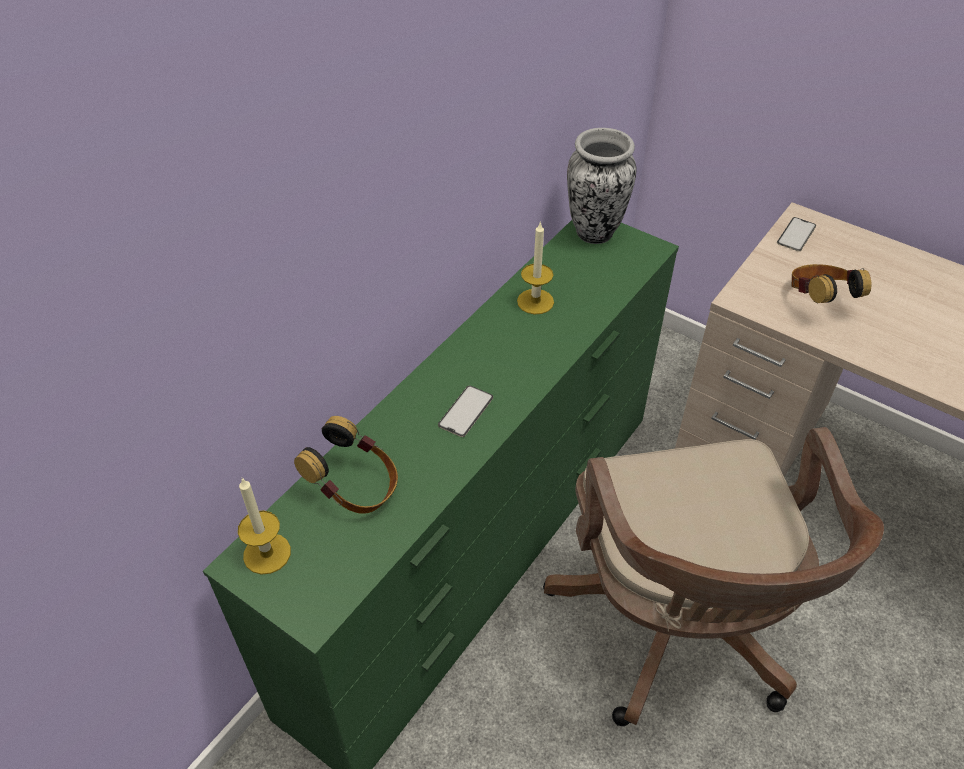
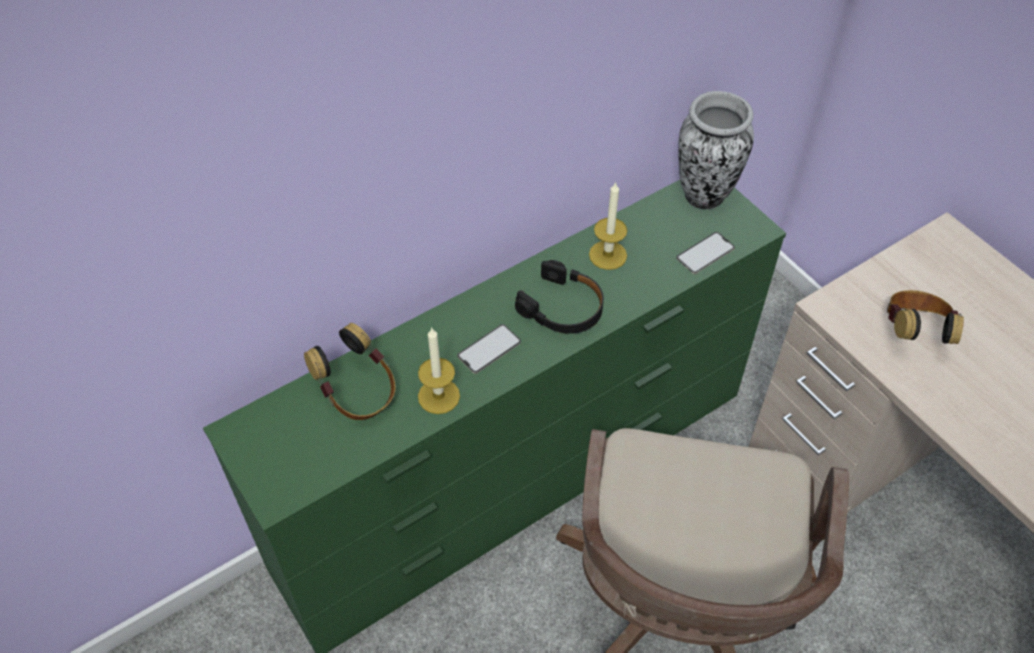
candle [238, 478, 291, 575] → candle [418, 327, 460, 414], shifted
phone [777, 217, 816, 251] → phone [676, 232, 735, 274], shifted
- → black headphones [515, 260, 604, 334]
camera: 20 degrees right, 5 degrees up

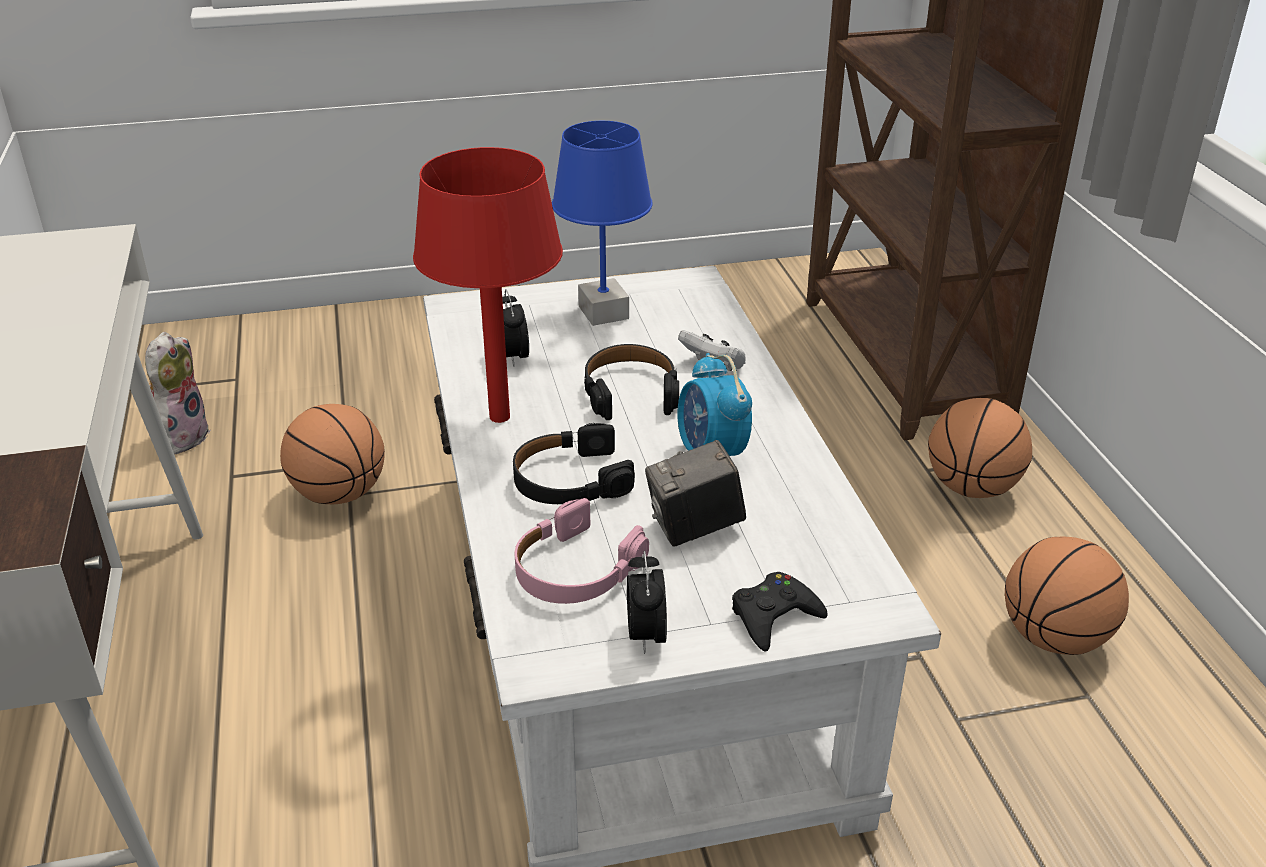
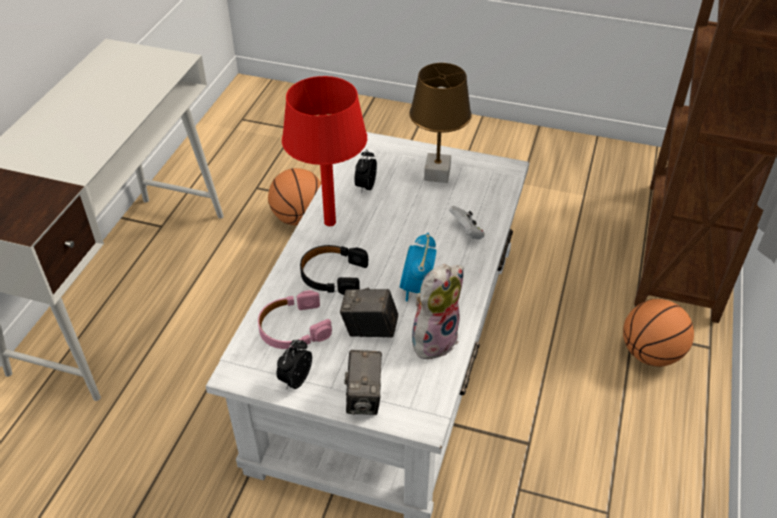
plush toy [145, 332, 211, 454] → plush toy [412, 264, 464, 361], shifted
blue table lamp [552, 121, 653, 326] → brown table lamp [409, 63, 472, 183]
black headphones [584, 344, 679, 420] → -
black game controller [732, 572, 828, 652] → photo camera [344, 350, 382, 415]
basketball [1005, 537, 1129, 655] → -
camera: 30 degrees right, 10 degrees up

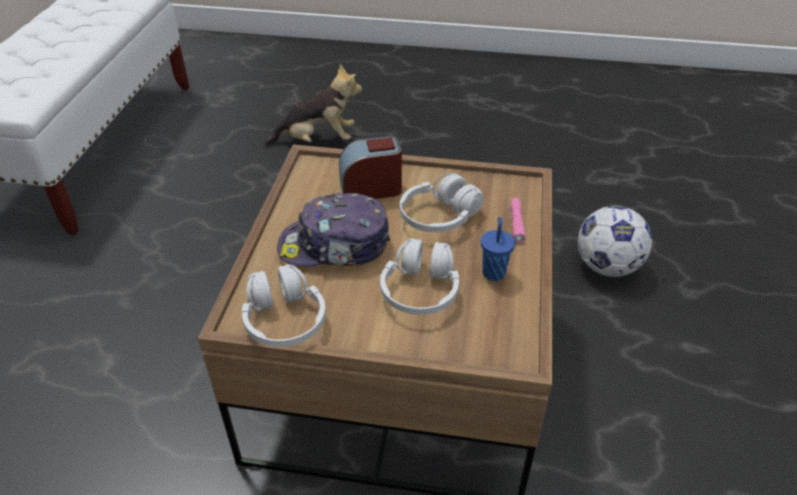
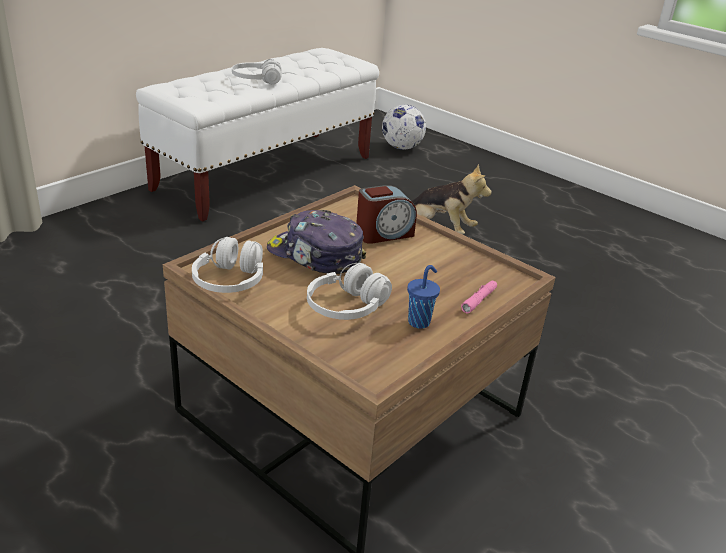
alarm clock [339, 136, 402, 199] → alarm clock [356, 185, 417, 244], 135 degrees clockwise
white headphones [400, 173, 484, 232] → white headphones [232, 59, 282, 84], shifted
football [578, 205, 652, 277] → football [382, 105, 426, 150], shifted
camera: 30 degrees right, 10 degrees down

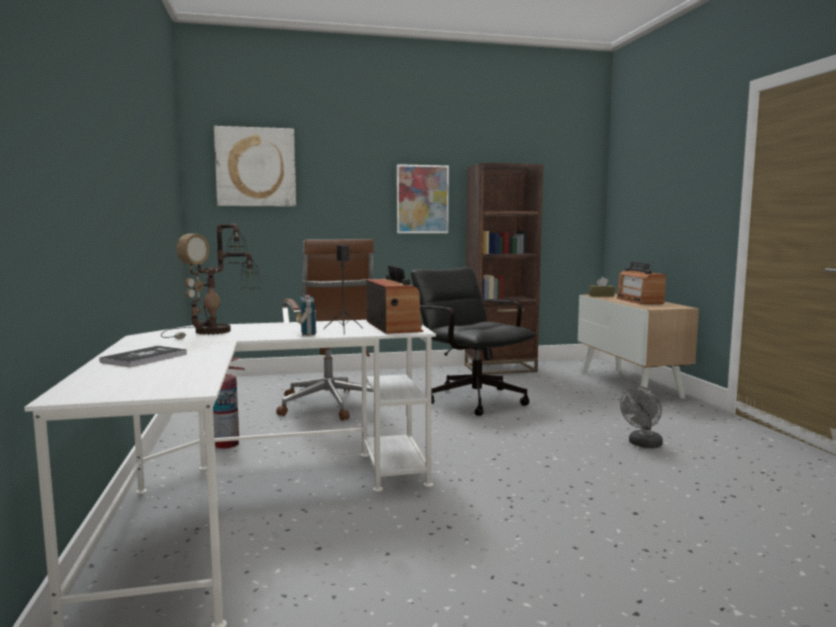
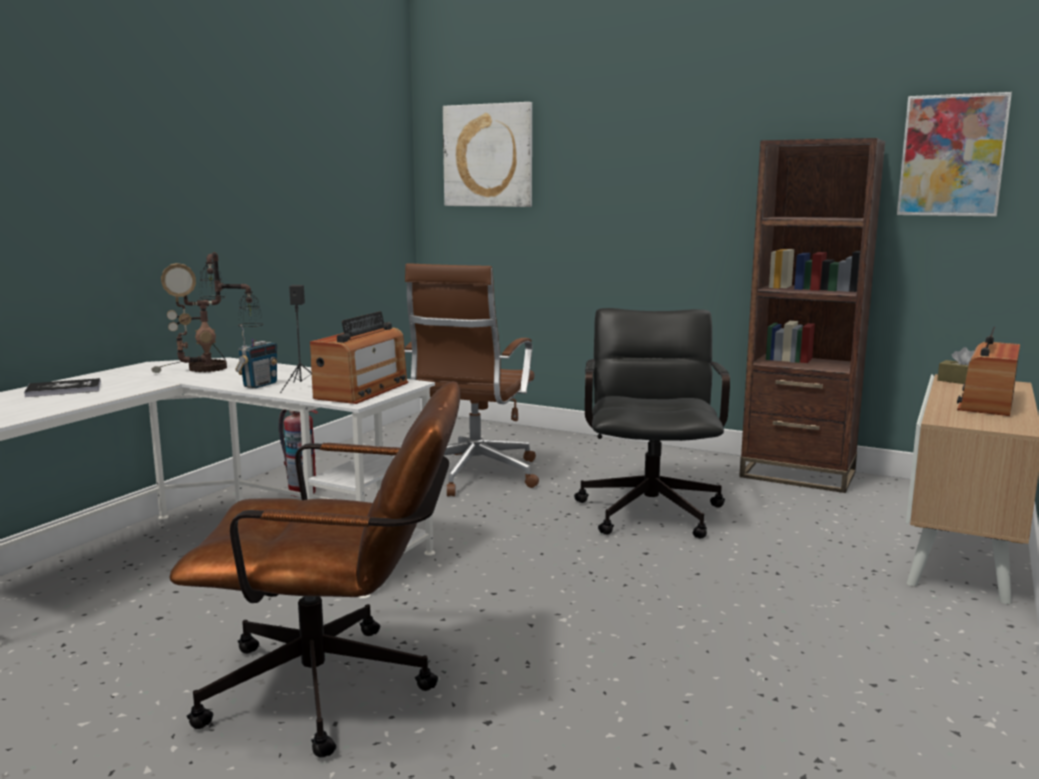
picture [397, 164, 449, 233] → picture [897, 92, 1012, 217], shifted
grey fan [620, 386, 663, 448] → -
- → brown office chair [169, 381, 461, 758]
camera: 40 degrees right, 5 degrees up

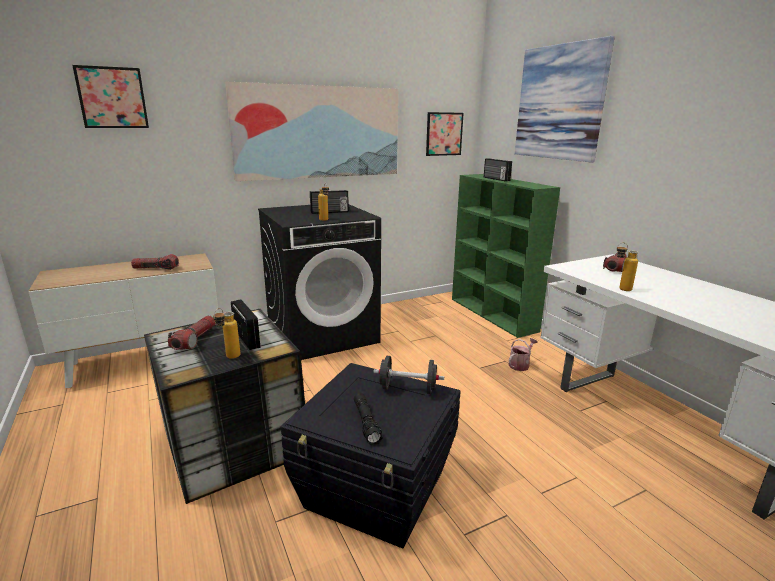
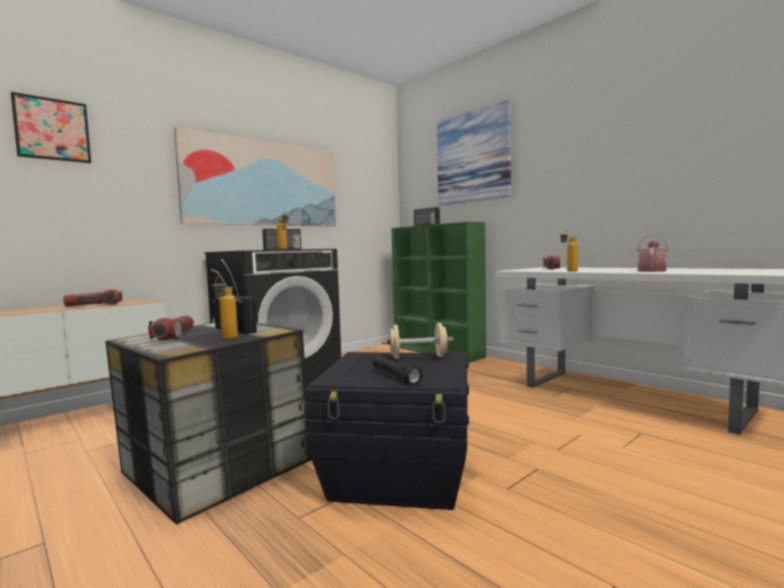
black dumbbell [373, 356, 444, 394] → beige dumbbell [382, 323, 454, 359]
picture [426, 112, 464, 156] → -
watering can [509, 338, 538, 371] → watering can [637, 235, 668, 272], shifted
camera: 15 degrees left, 15 degrees down

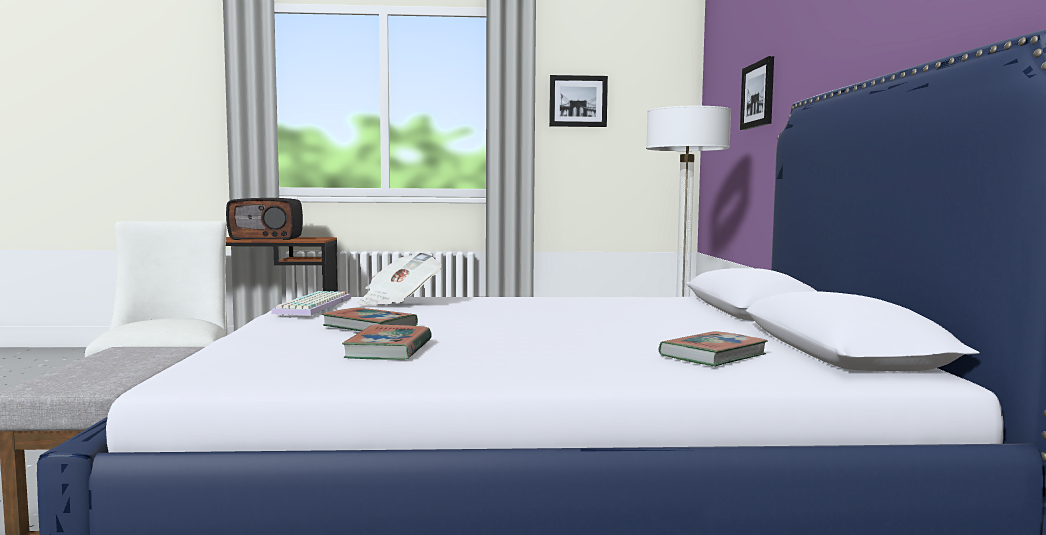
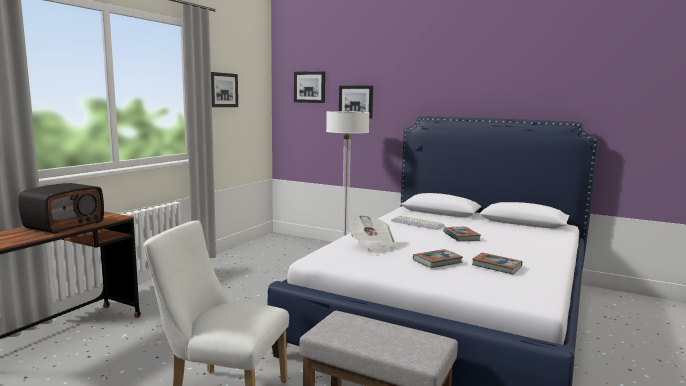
keyboard [271, 291, 351, 315] → keyboard [391, 216, 444, 230], shifted
book [659, 331, 768, 366] → book [443, 227, 481, 242], shifted
- → picture [294, 71, 325, 103]
camera: 60 degrees left, 5 degrees up

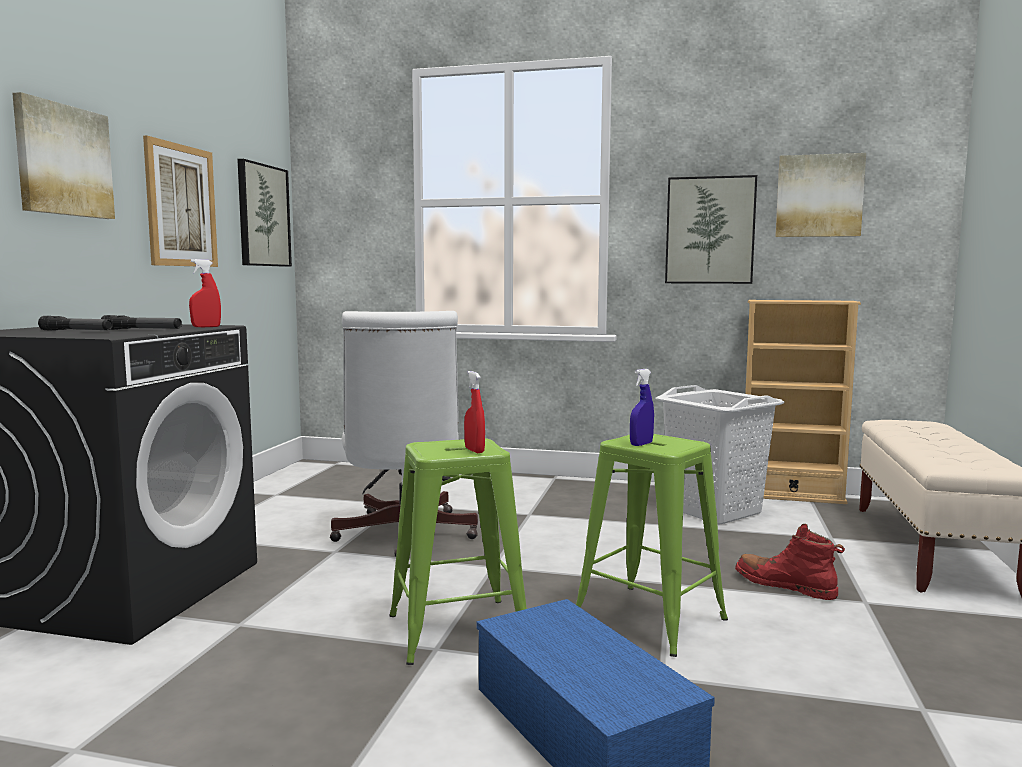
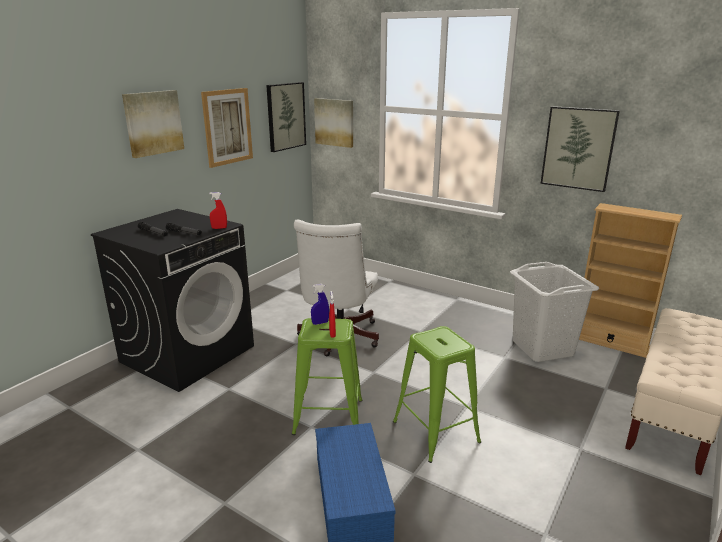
blue spray bottle [630, 369, 654, 446] → blue spray bottle [311, 284, 329, 325], shifted
red boot [735, 524, 845, 600] → -
picture [775, 153, 866, 237] → picture [314, 98, 353, 148], shifted
camera: 20 degrees right, 15 degrees up

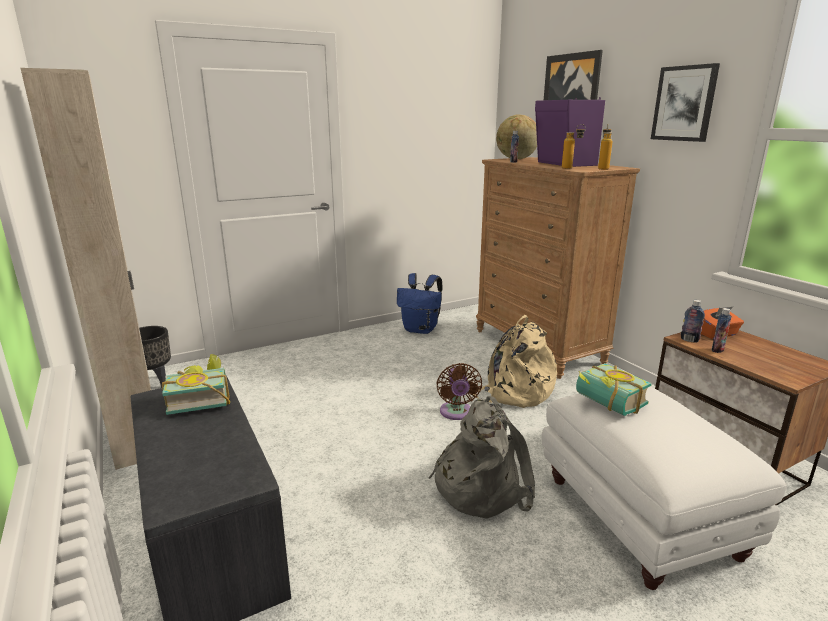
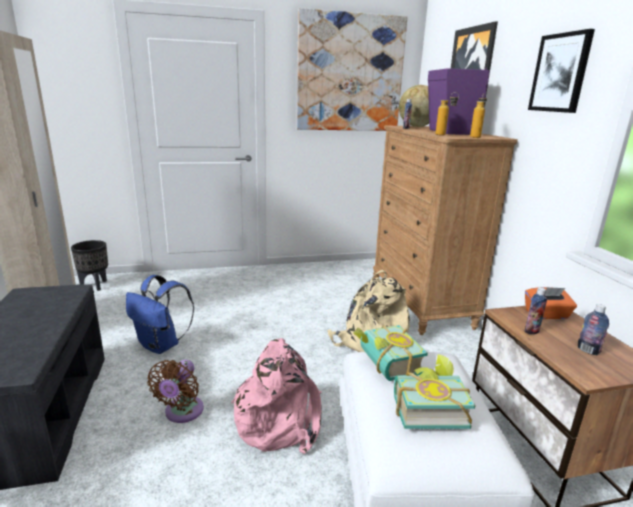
book [162, 354, 230, 415] → book [394, 354, 476, 429], shifted
blue backpack [397, 273, 442, 334] → blue backpack [126, 275, 194, 354], shifted
grey backpack [428, 396, 535, 519] → pink backpack [231, 338, 322, 454]
brown fan [436, 363, 482, 420] → brown fan [147, 360, 204, 423], shifted
bottle [681, 300, 705, 343] → bottle [578, 304, 609, 355], shifted
- → picture [297, 8, 407, 131]
camera: 15 degrees right, 0 degrees up

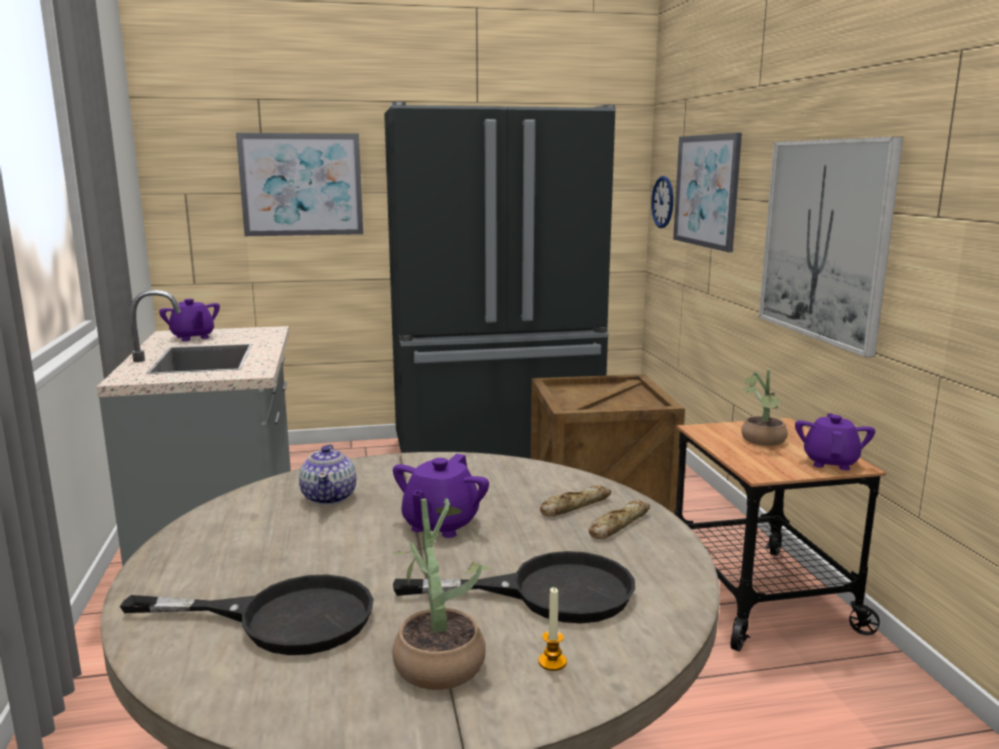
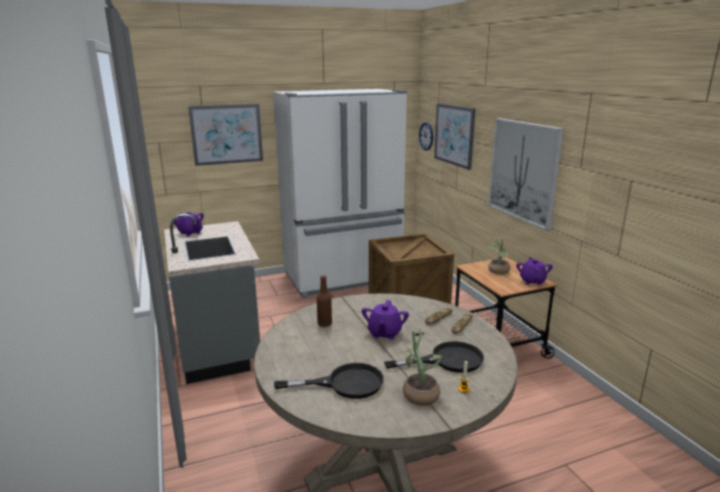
teapot [299, 444, 356, 505] → brown bottle [317, 275, 332, 327]
black fridge [384, 102, 616, 459] → white fridge [273, 89, 407, 298]
camera: 10 degrees left, 5 degrees up

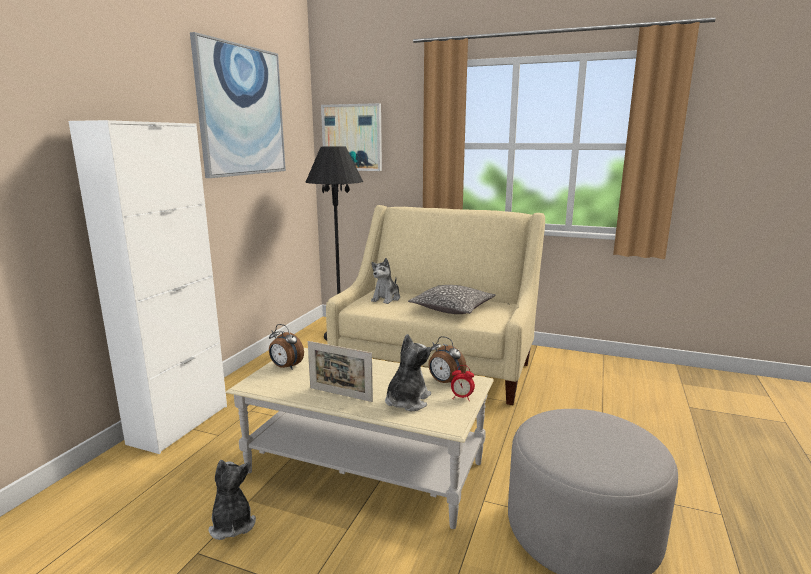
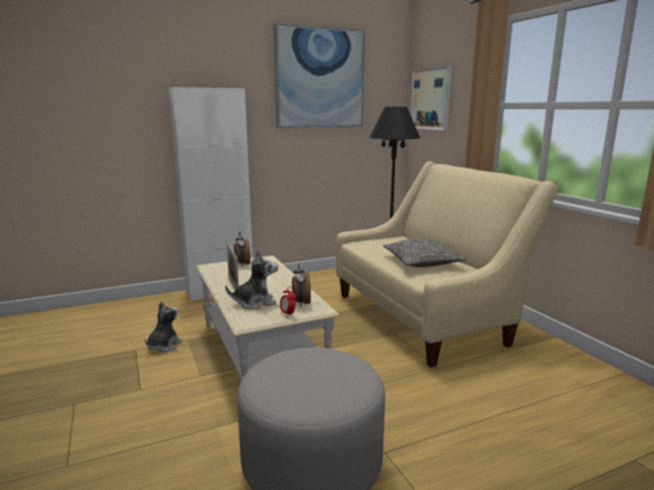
plush toy [371, 258, 400, 304] → -
camera: 45 degrees right, 0 degrees up

